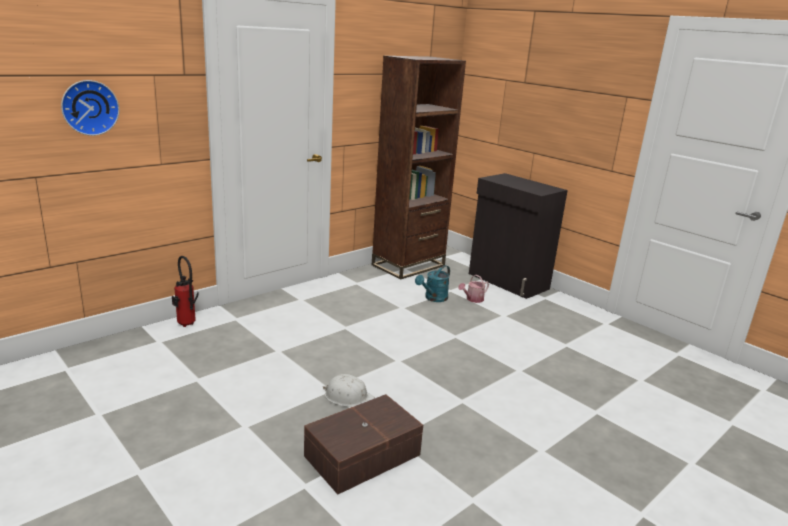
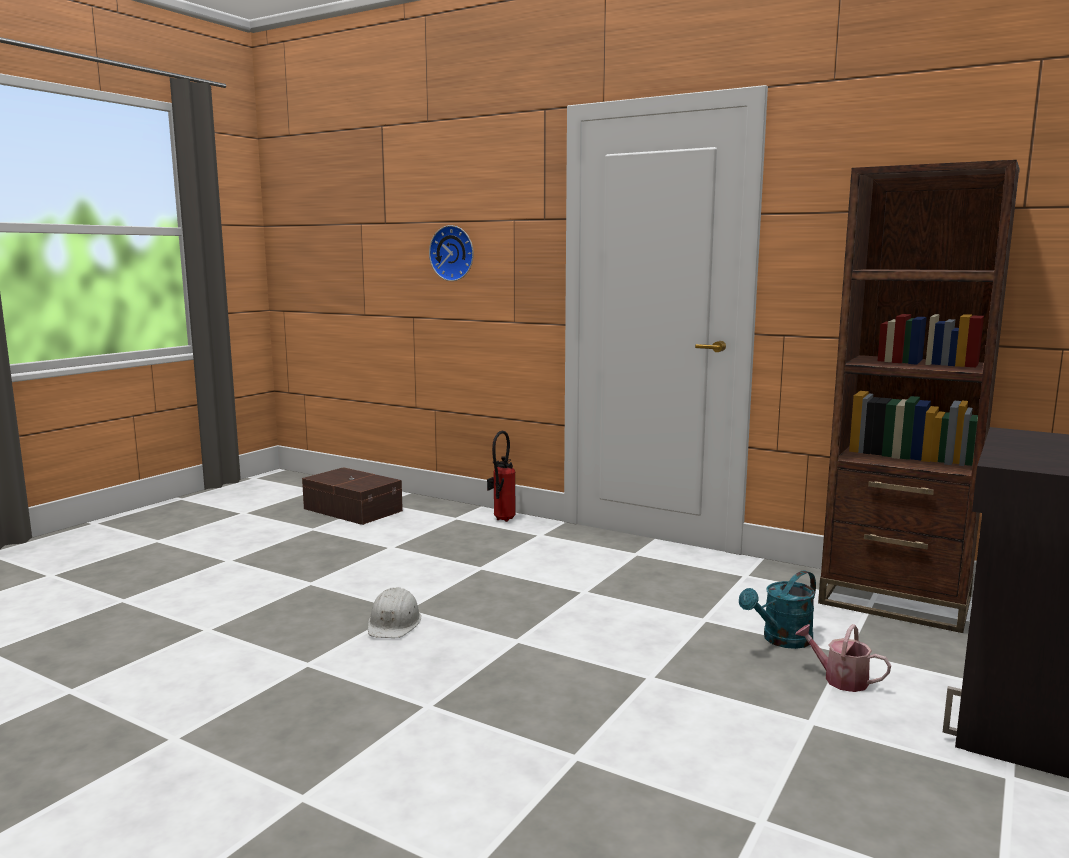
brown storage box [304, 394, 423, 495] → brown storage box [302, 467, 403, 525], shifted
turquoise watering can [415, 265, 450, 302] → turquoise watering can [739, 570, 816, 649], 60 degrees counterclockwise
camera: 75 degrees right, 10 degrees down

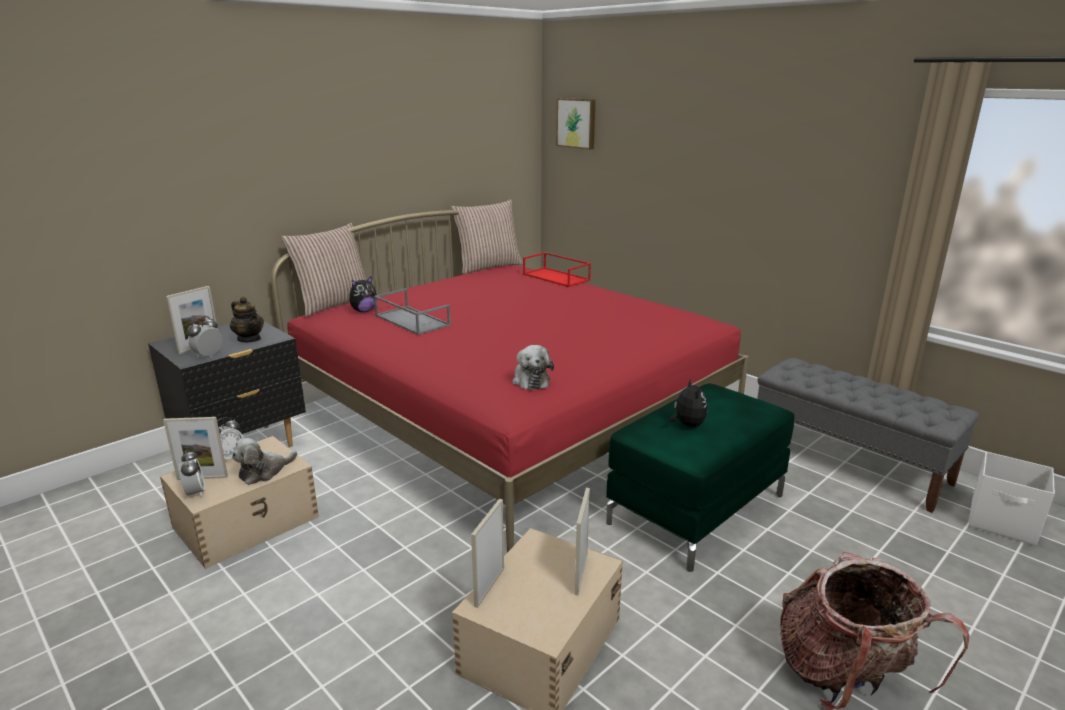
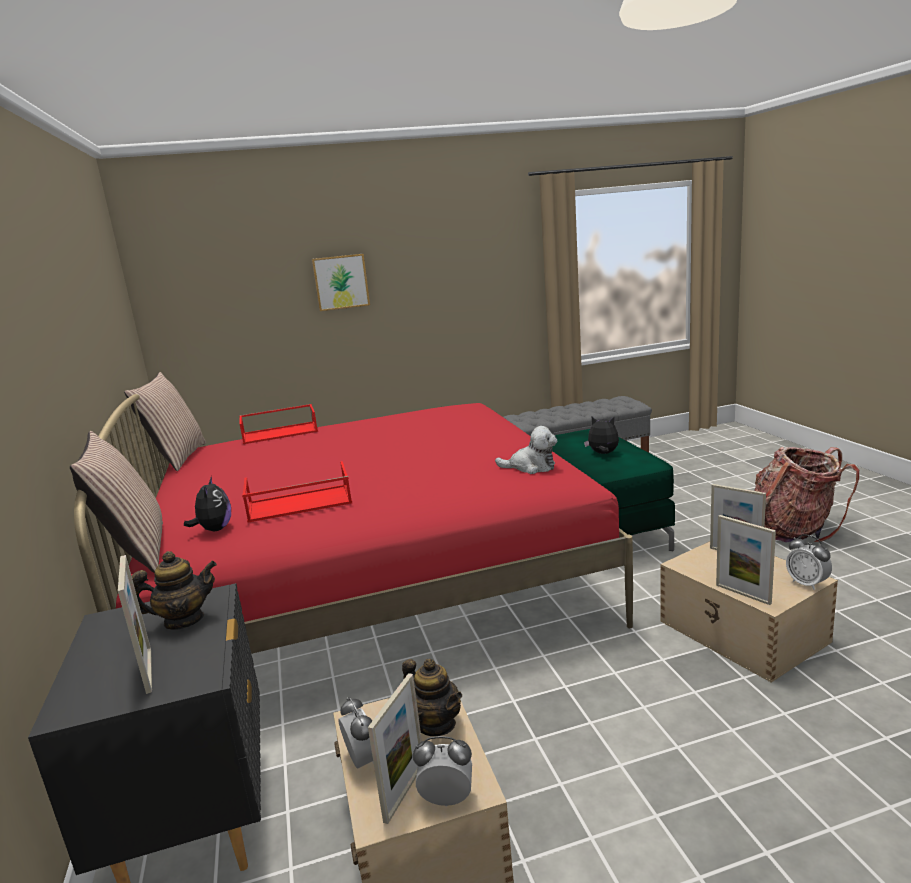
alarm clock [187, 316, 223, 358] → alarm clock [786, 534, 832, 590], shifted
plush toy [232, 438, 297, 485] → teapot [402, 659, 462, 736]
grey tray [374, 288, 451, 335] → red tray [242, 461, 352, 523]
picture [556, 98, 596, 149] → picture [312, 254, 370, 311], shifted
white storage box [969, 451, 1055, 546] → -
camera: 60 degrees left, 5 degrees down

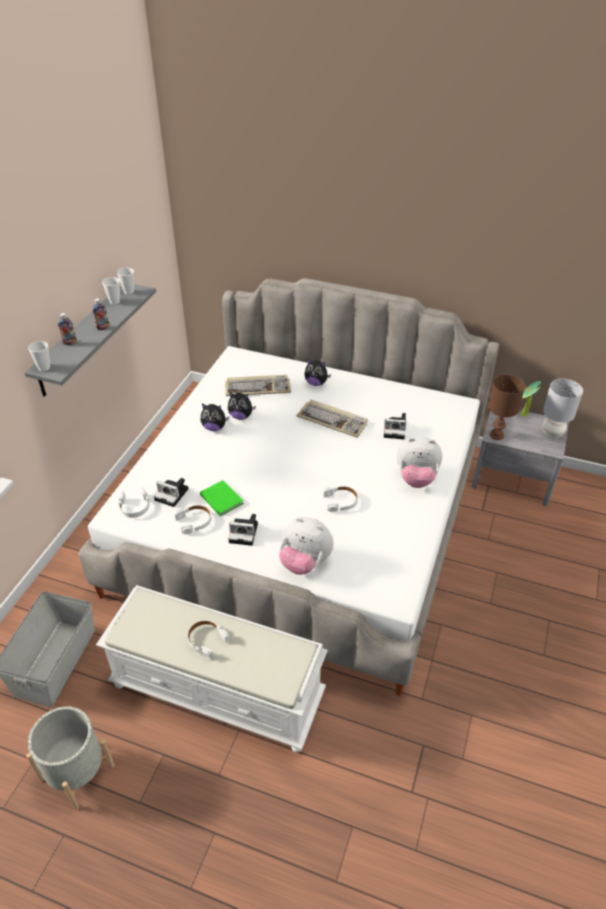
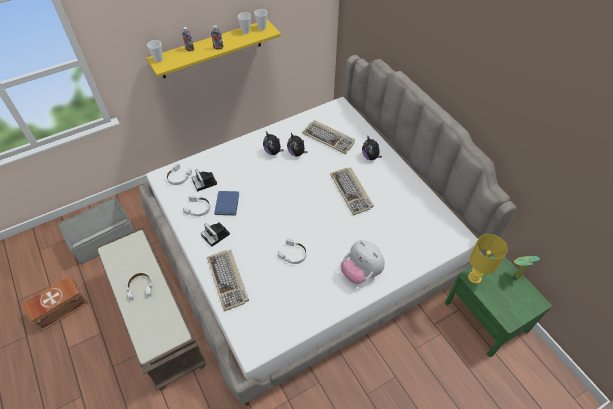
grey shelf [25, 284, 156, 397] → yellow shelf [147, 19, 281, 78]
grey planter [26, 706, 115, 810] → brown storage box [22, 276, 88, 332]
white bench [96, 585, 328, 753] → brown bench [96, 227, 206, 390]
green book [200, 480, 244, 516] → blue book [214, 191, 239, 215]
plush toy [279, 517, 333, 575] → keyboard [207, 250, 249, 311]
photo camera [384, 413, 406, 439] → -
grey nightstand [472, 410, 569, 506] → green nightstand [445, 254, 552, 357]
brown table lamp [488, 375, 525, 440] → yellow table lamp [468, 234, 508, 284]
grey table lamp [542, 379, 583, 438] → -
camera: 40 degrees right, 10 degrees up

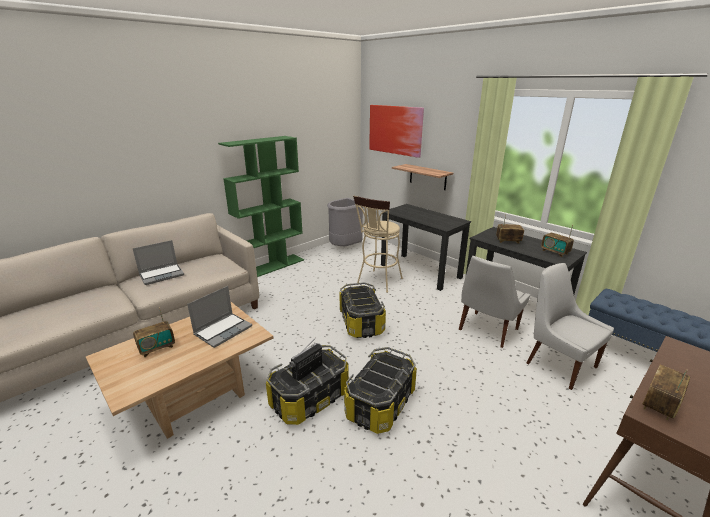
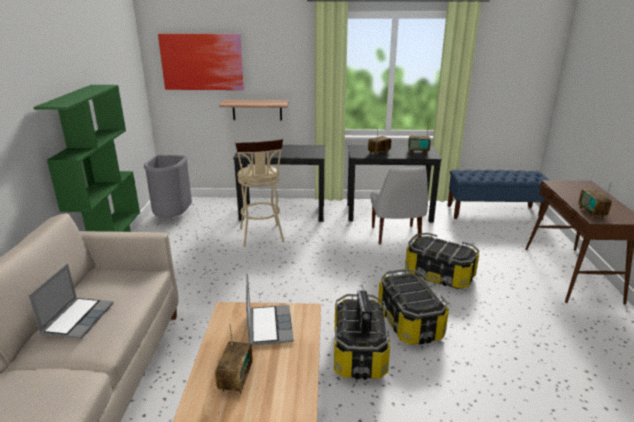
storage box [339, 282, 386, 338] → storage box [405, 233, 479, 289], shifted
white chair [526, 263, 614, 390] → -
camera: 45 degrees left, 0 degrees up

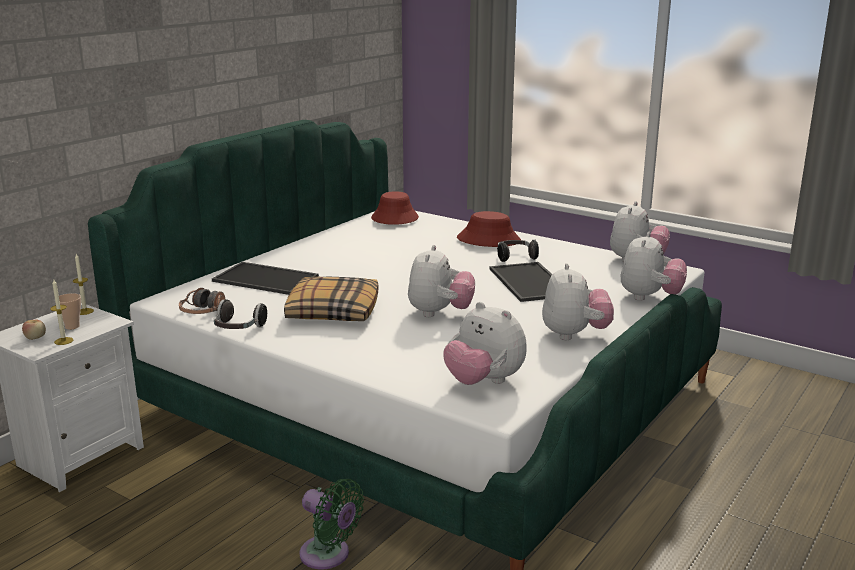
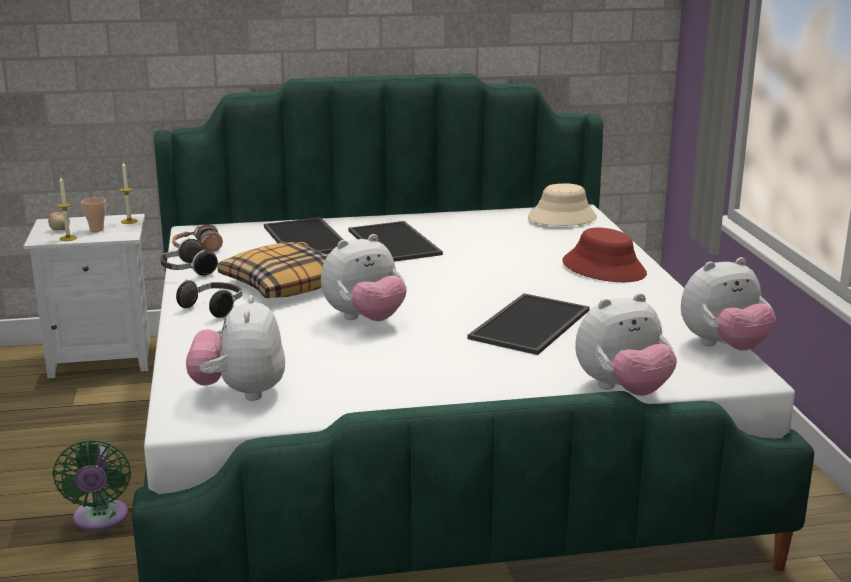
red hat [371, 191, 419, 225] → beige hat [528, 183, 597, 226]
headphones [497, 240, 539, 262] → headphones [176, 280, 242, 318], shifted
plush toy [542, 263, 614, 340] → -
- → tray [348, 221, 443, 262]
camera: 45 degrees right, 0 degrees up

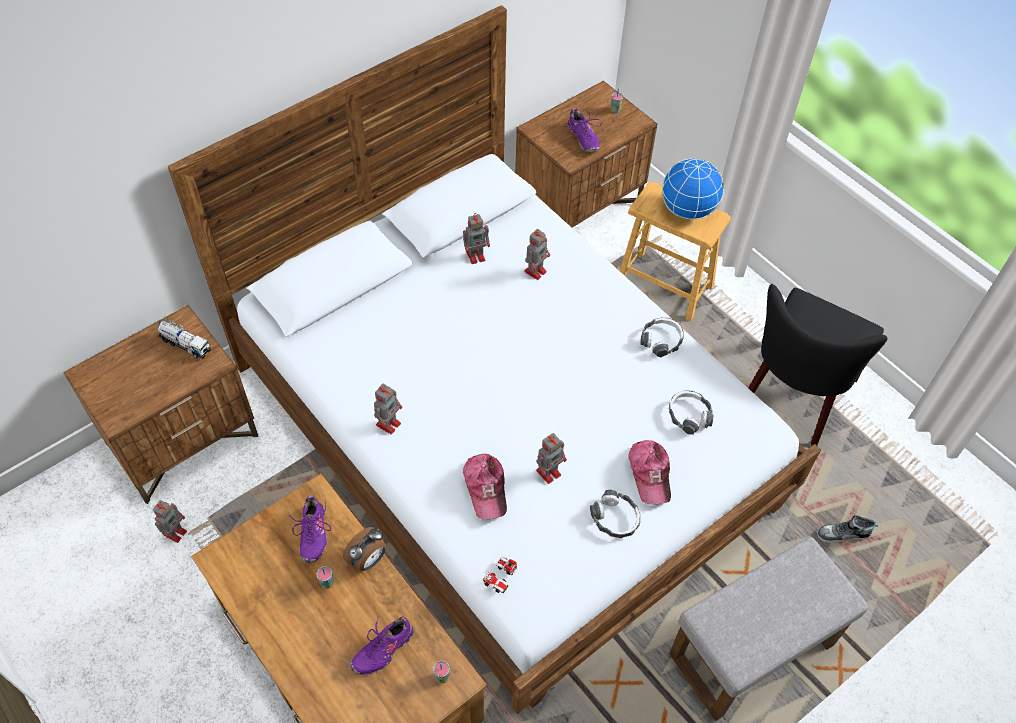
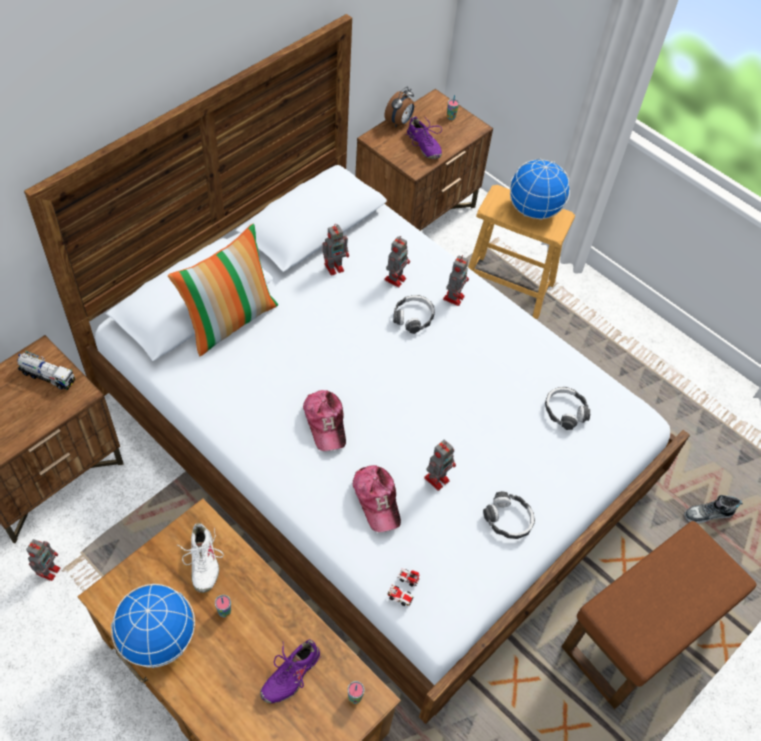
purple shoe [288, 496, 331, 563] → white shoe [177, 523, 224, 593]
alarm clock [343, 527, 386, 571] → alarm clock [385, 87, 414, 127], shifted
toy robot [374, 384, 402, 435] → toy robot [443, 255, 469, 306], shifted
cap [628, 440, 671, 505] → cap [303, 390, 346, 451], shifted
headphones [641, 318, 684, 357] → headphones [393, 295, 435, 334], shifted
grey ottoman [669, 537, 868, 721] → brown ottoman [561, 521, 756, 709]
black chair [748, 284, 887, 446] → -
- → globe [111, 584, 195, 668]
- → pillow [168, 224, 278, 356]
camera: 10 degrees left, 0 degrees up

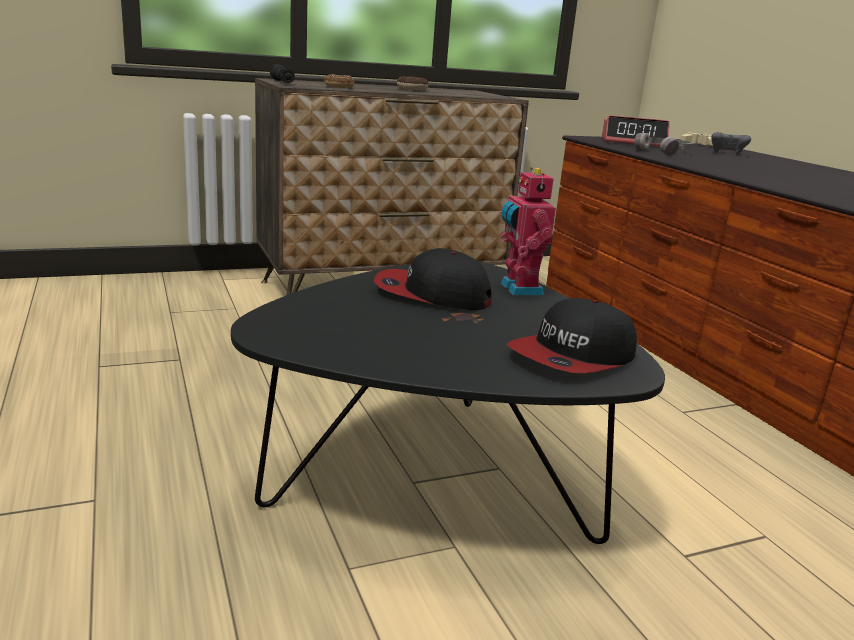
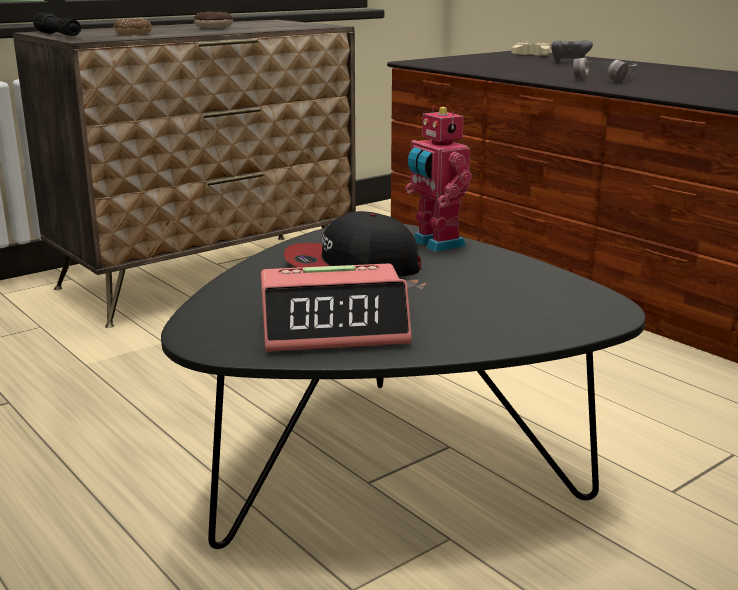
cap [507, 298, 637, 373] → -
alarm clock [602, 115, 670, 147] → alarm clock [261, 264, 412, 352], shifted
grey headphones [635, 133, 693, 156] → grey headphones [573, 58, 637, 83], shifted
camera: 15 degrees left, 0 degrees up

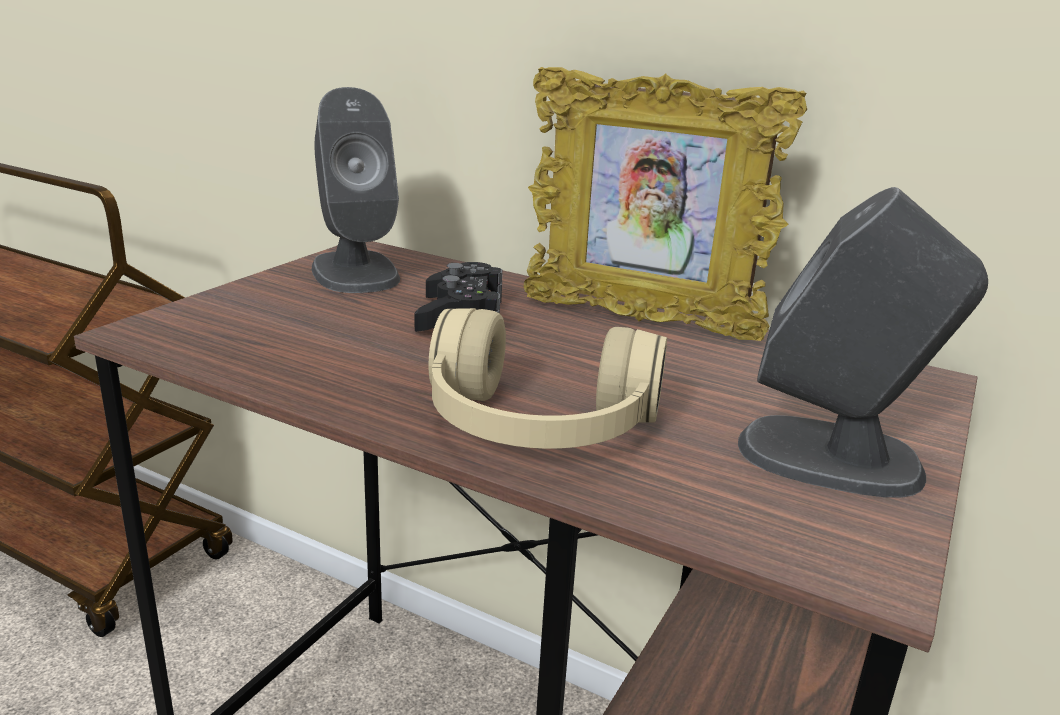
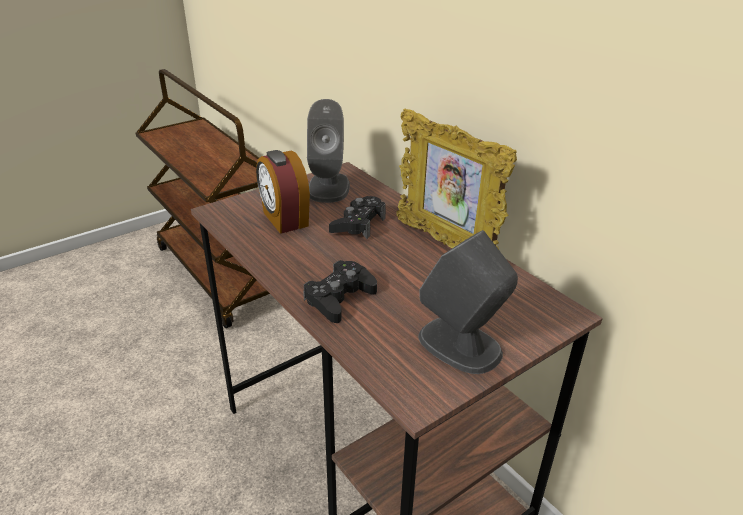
beige headphones [428, 308, 667, 449] → black game controller [303, 260, 377, 323]
- → alarm clock [256, 150, 310, 234]
camera: 25 degrees right, 10 degrees up

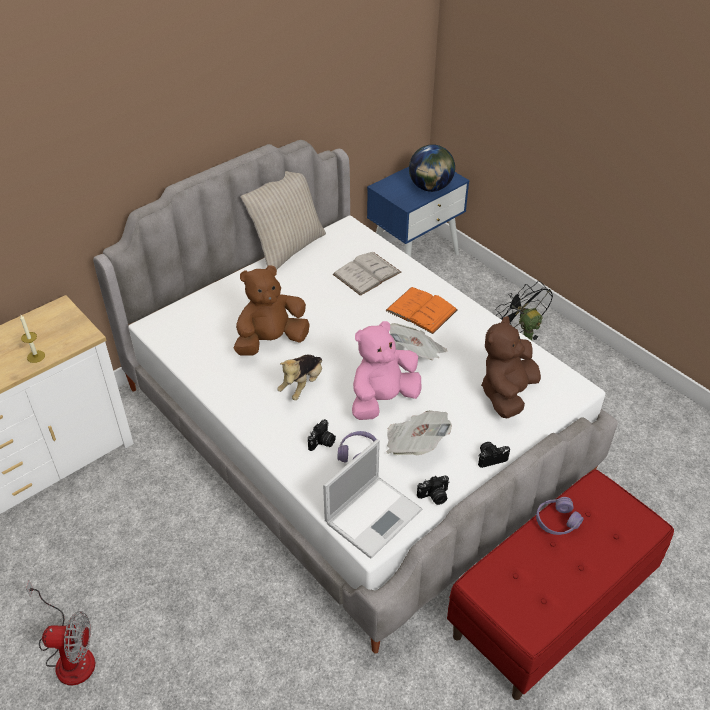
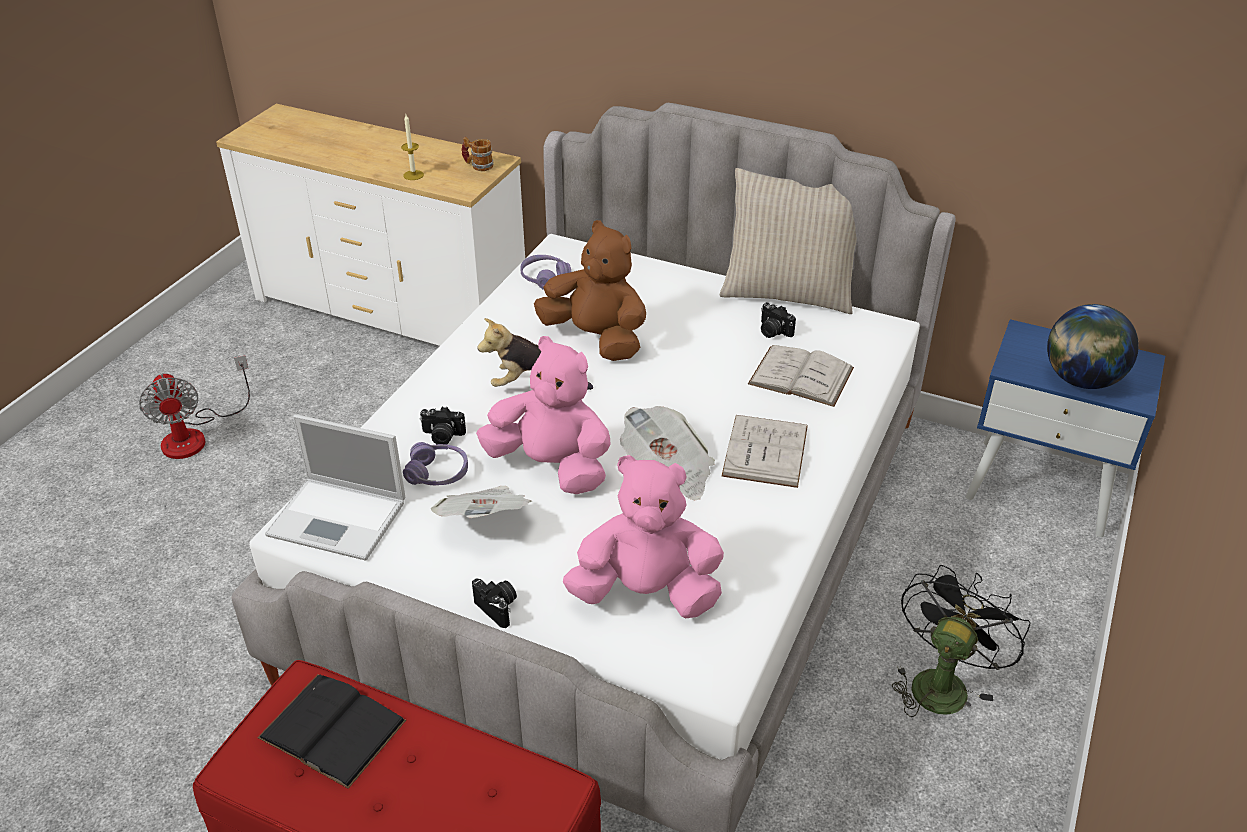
orange book [385, 287, 458, 334] → white book [721, 415, 808, 488]
photo camera [417, 475, 450, 505] → photo camera [761, 302, 796, 338], shifted
brown plush toy [481, 316, 541, 418] → pink plush toy [563, 455, 724, 618]
purple headphones [536, 497, 583, 535] → purple headphones [520, 255, 572, 290], shifted
- → black book [257, 674, 406, 789]
- → mug [461, 137, 494, 171]
camera: 65 degrees right, 5 degrees down

